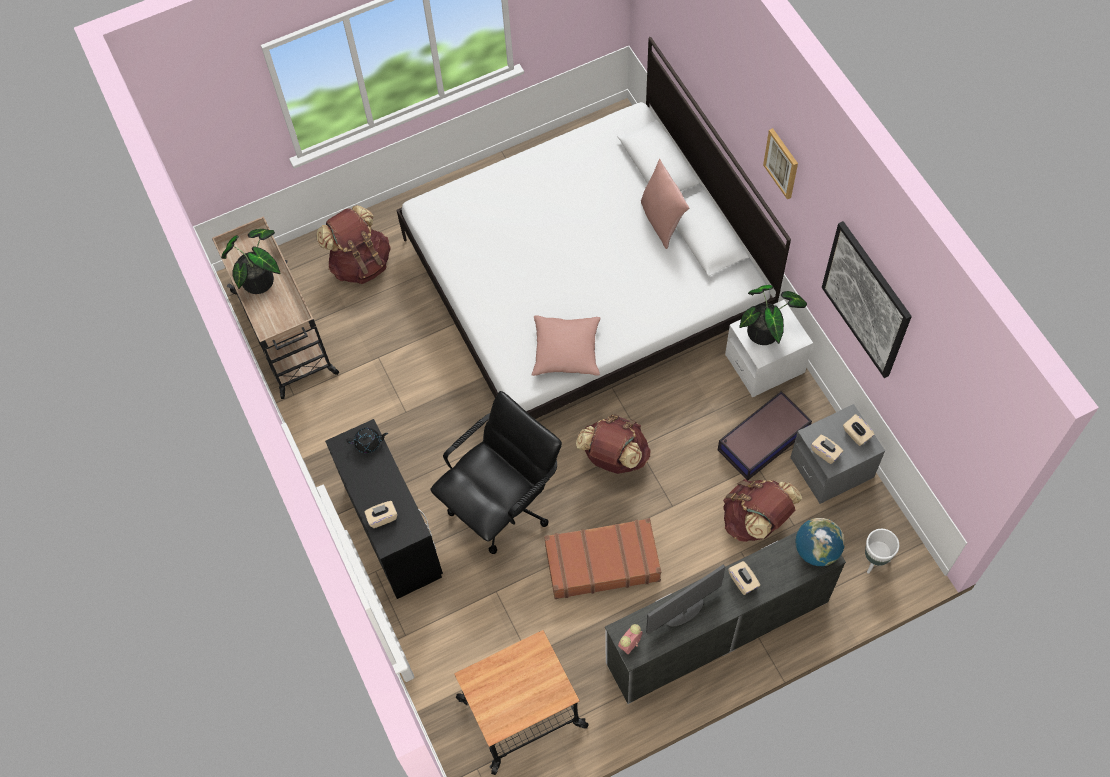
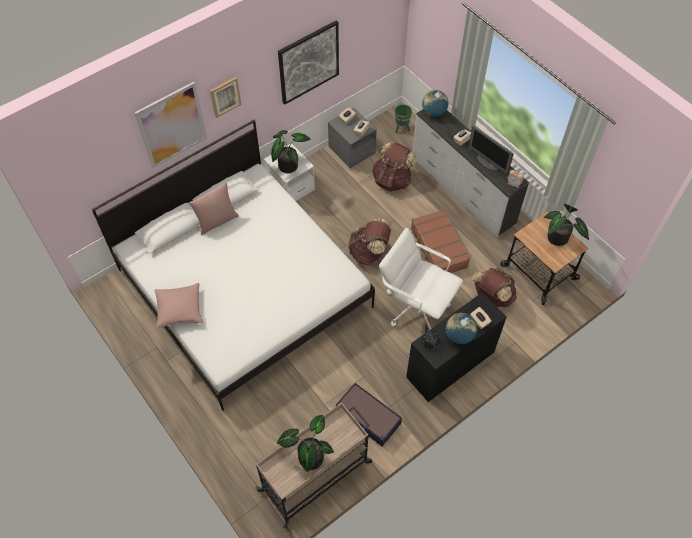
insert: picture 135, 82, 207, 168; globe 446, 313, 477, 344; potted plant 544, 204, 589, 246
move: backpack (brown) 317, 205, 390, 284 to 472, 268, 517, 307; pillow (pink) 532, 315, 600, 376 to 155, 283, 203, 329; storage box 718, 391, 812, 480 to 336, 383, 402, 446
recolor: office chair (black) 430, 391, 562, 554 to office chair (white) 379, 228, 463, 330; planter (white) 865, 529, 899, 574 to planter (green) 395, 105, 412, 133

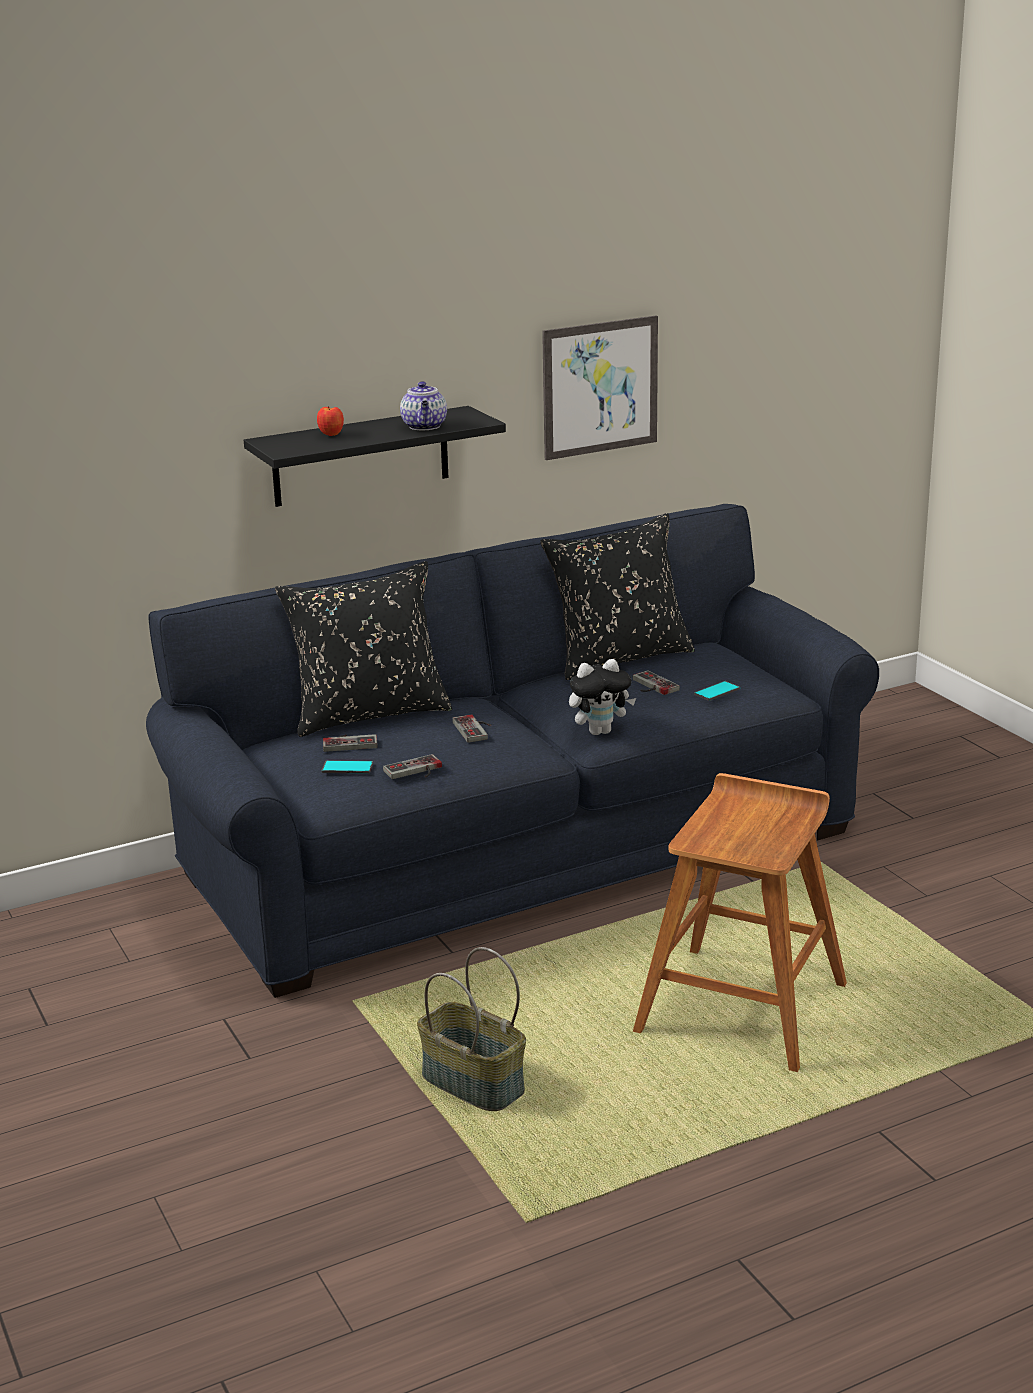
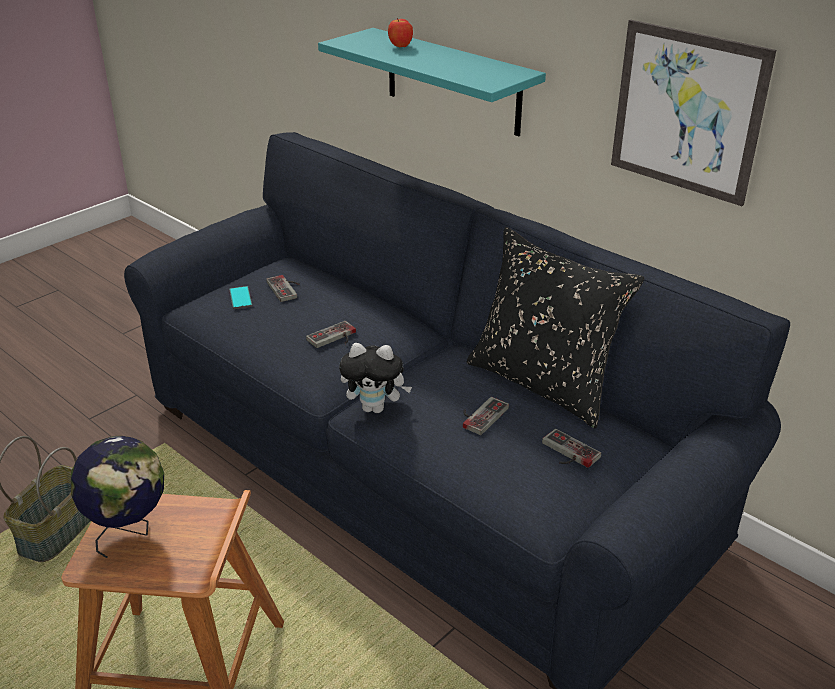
delete: pillow (black) 275, 561, 452, 737; teapot 400, 381, 447, 430; phone 694, 681, 740, 701
insert: globe 71, 436, 164, 558
move: game controller 383, 754, 442, 779 to 542, 429, 601, 468
recolor: shelf (black) 244, 406, 506, 507 to shelf (turquoise) 318, 28, 546, 136
rotate: plush toy 569, 659, 636, 735 = 339, 343, 412, 413 45 degrees counterclockwise

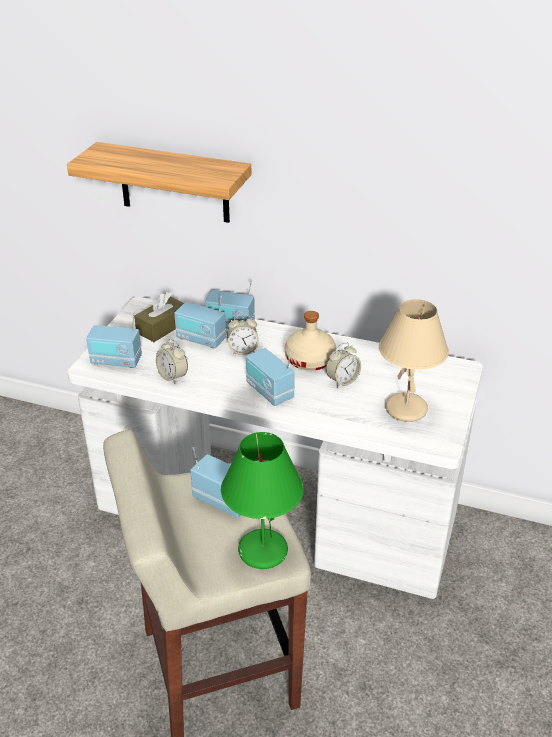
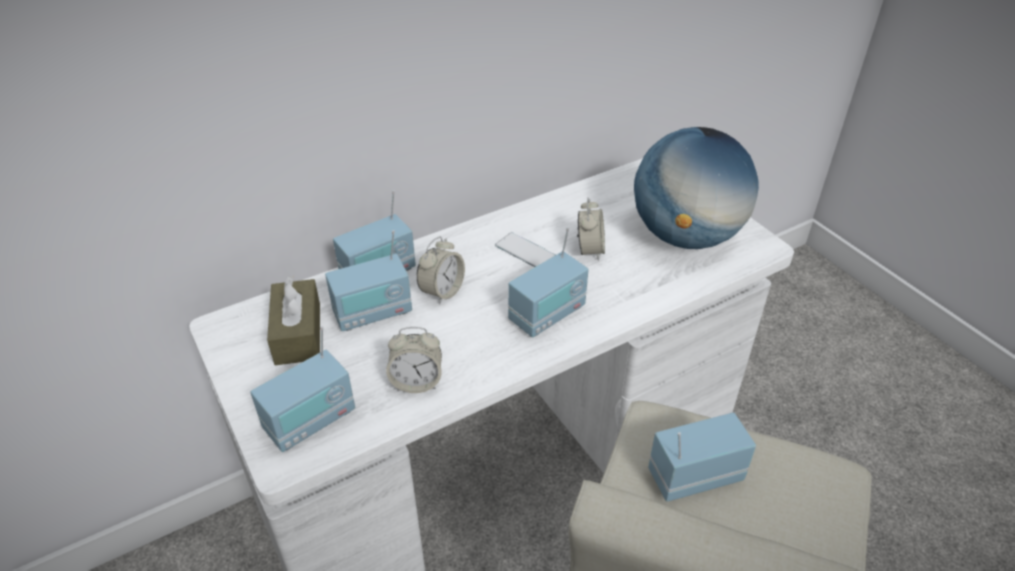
delete: shelf 67, 142, 251, 223; table lamp (green) 221, 432, 304, 569
replace: bottle (beige) 285, 311, 336, 371 to phone 495, 232, 555, 267; table lamp (beige) 379, 299, 449, 422 to globe 634, 127, 759, 249
rotate: radio 246, 348, 295, 406 = 508, 227, 589, 337 45 degrees counterclockwise

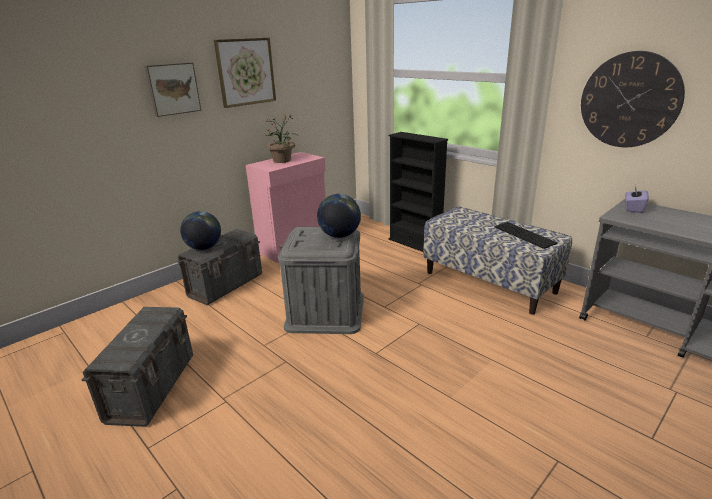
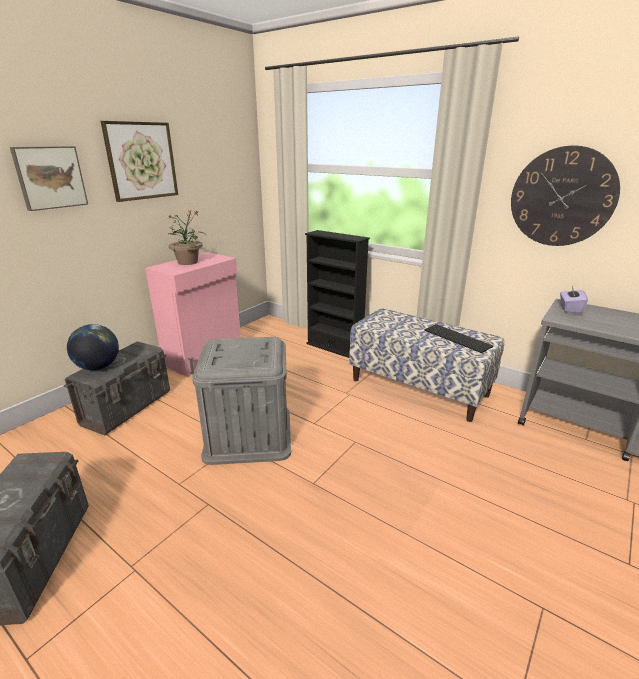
delete: globe 317, 194, 361, 238

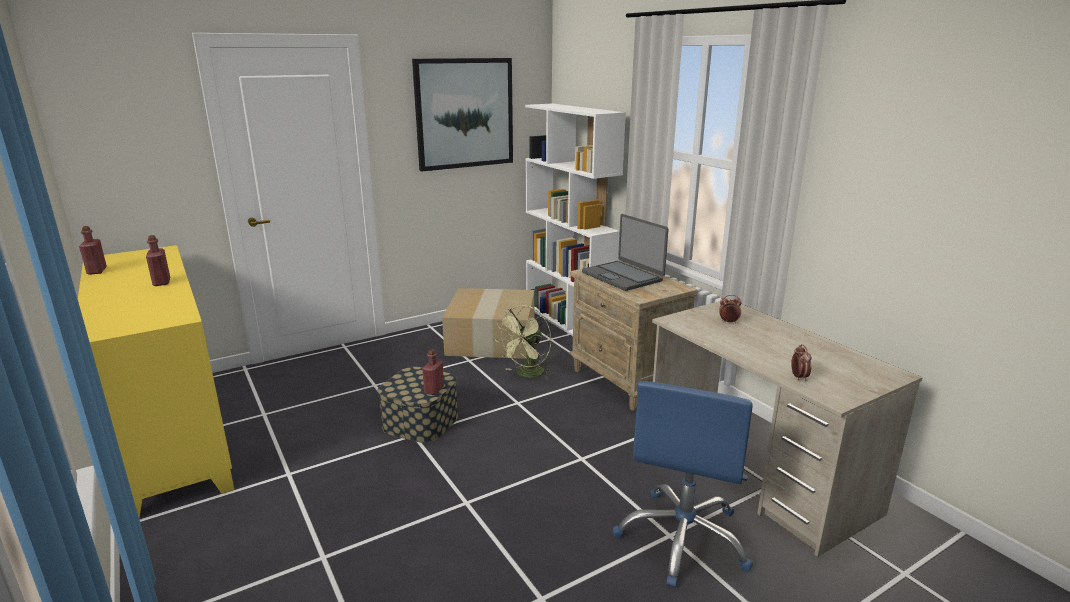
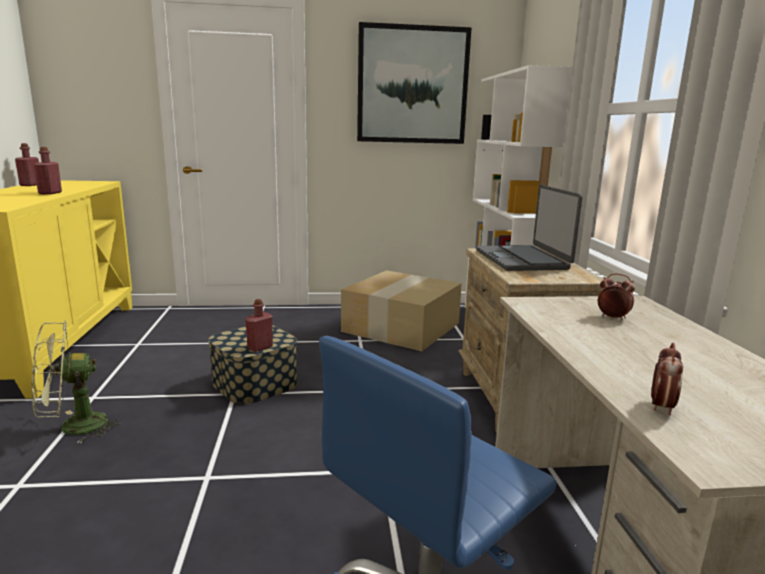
move: fan (green) 495, 305, 553, 379 to 32, 320, 122, 443

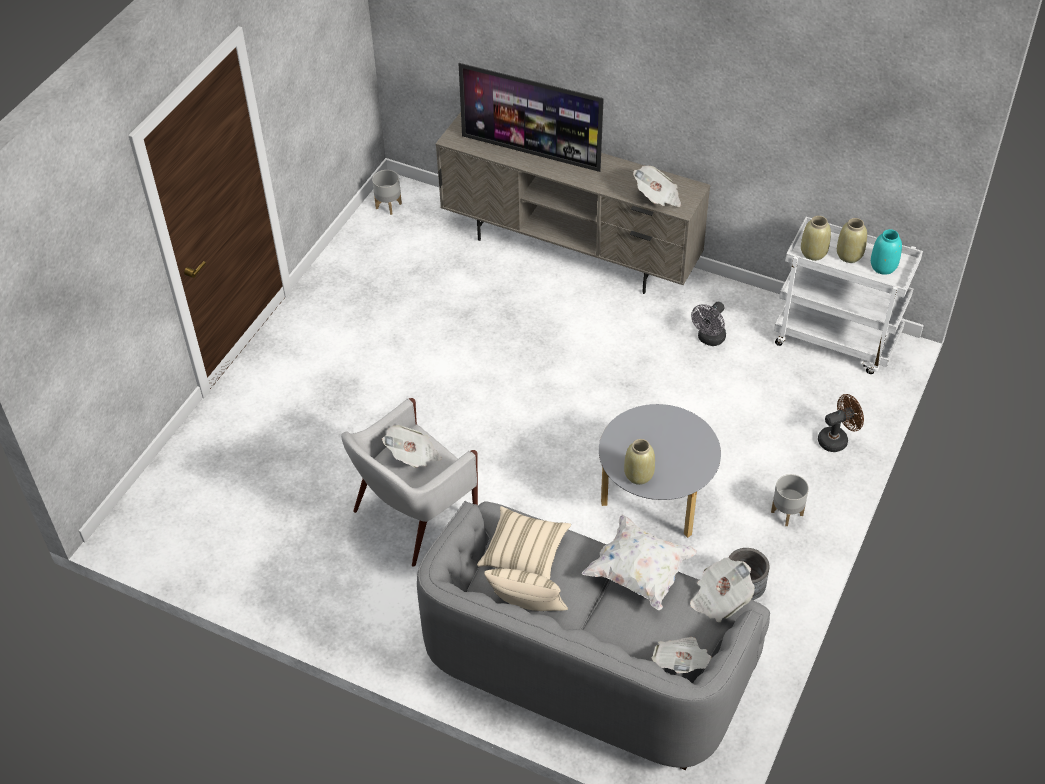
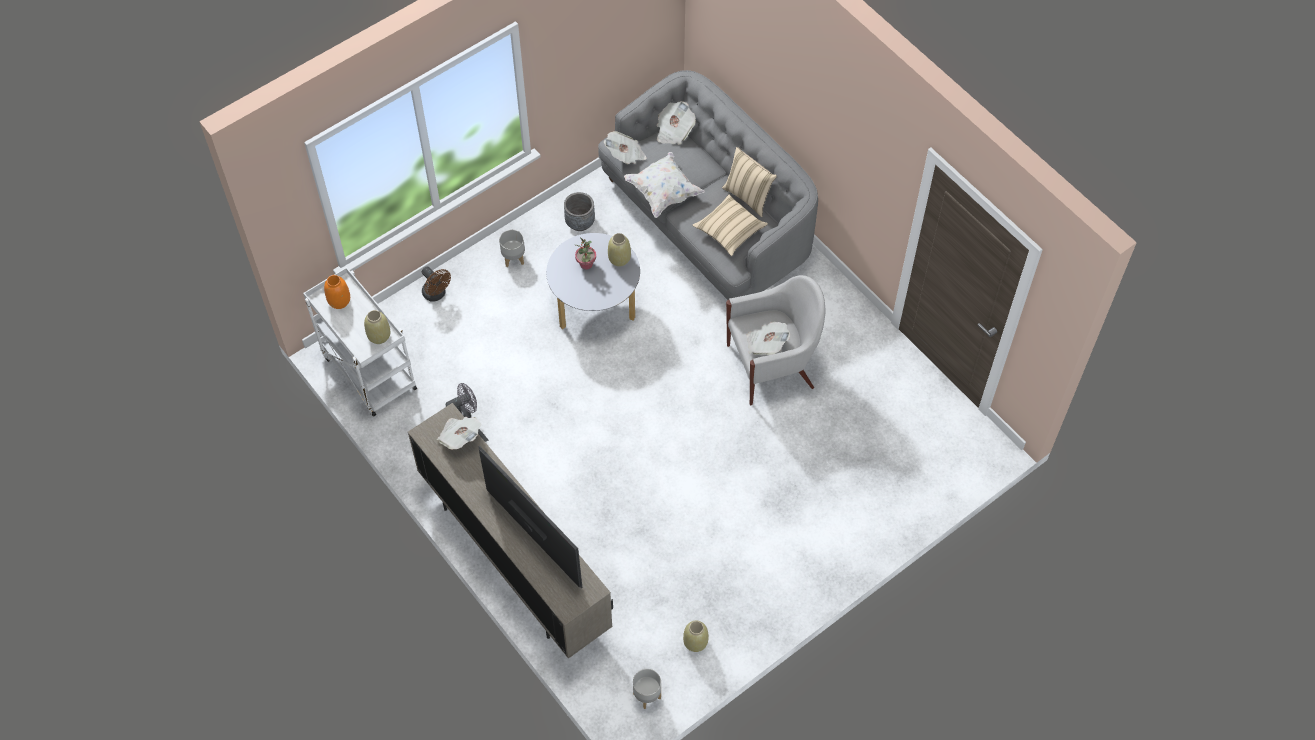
insert: potted plant 575, 237, 596, 270
move: vase (beige) 837, 218, 867, 263 to 683, 621, 709, 652
recolor: vase (turquoise) 871, 229, 902, 275 to vase (orange) 324, 275, 350, 309
rotate: fan (brown) 818, 394, 864, 452 = 422, 266, 451, 302 135 degrees counterclockwise

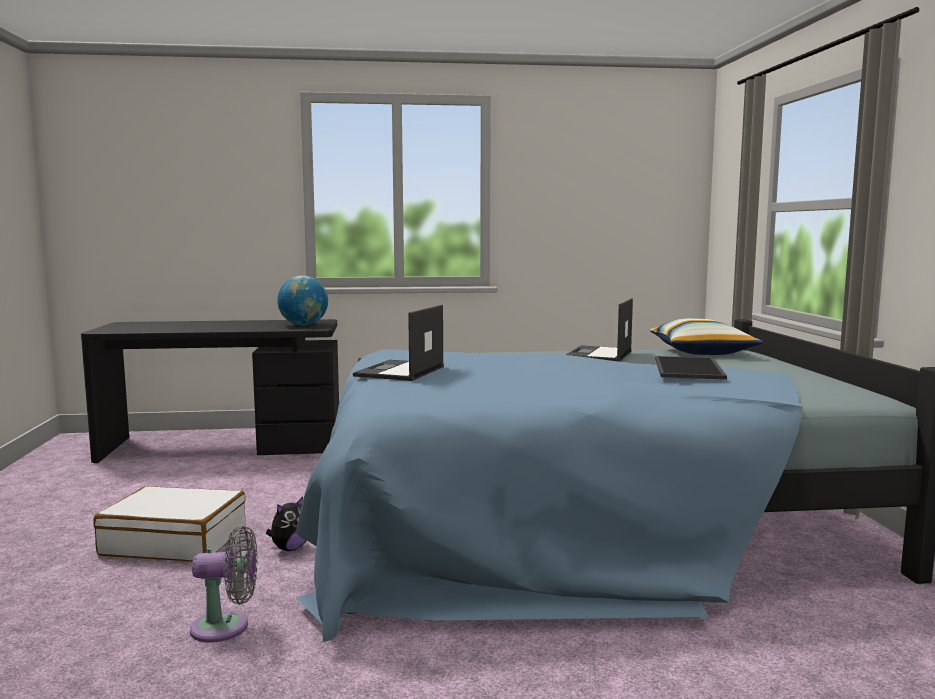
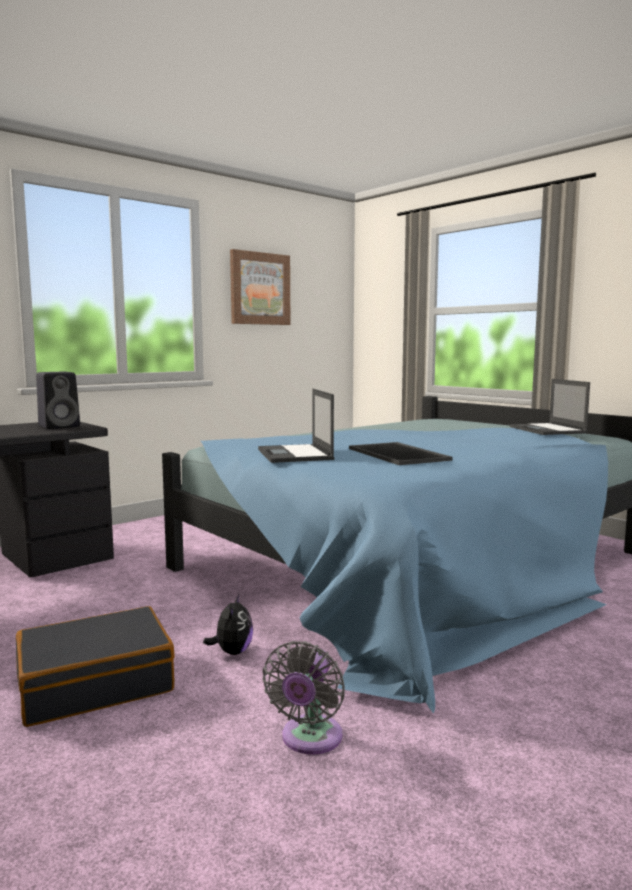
delete: pillow 650, 318, 763, 355
insert: picture 230, 249, 290, 325
move: laptop 566, 298, 633, 362 to 510, 379, 590, 435; tray 655, 356, 727, 380 to 349, 442, 452, 465
replace: globe 277, 276, 328, 325 to speaker (black) 36, 372, 80, 429
recolor: suitcase (white) 94, 486, 246, 561 to suitcase (black) 16, 606, 175, 727
rotate: fan (grey) 190, 526, 257, 643 = 262, 641, 345, 755 150 degrees clockwise

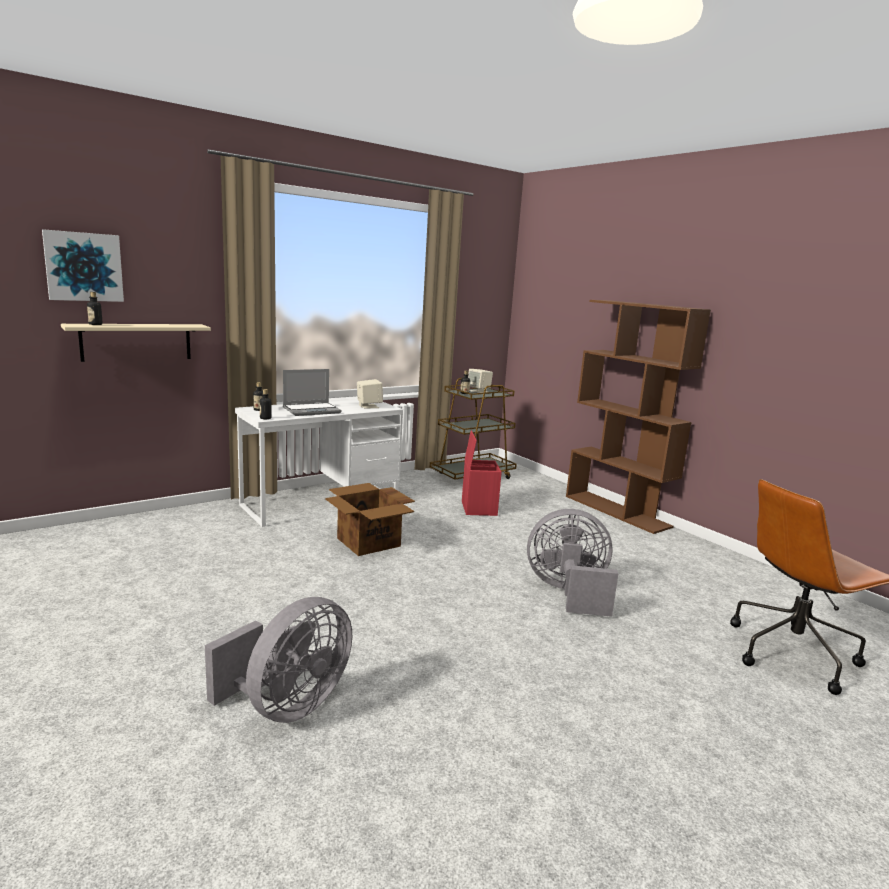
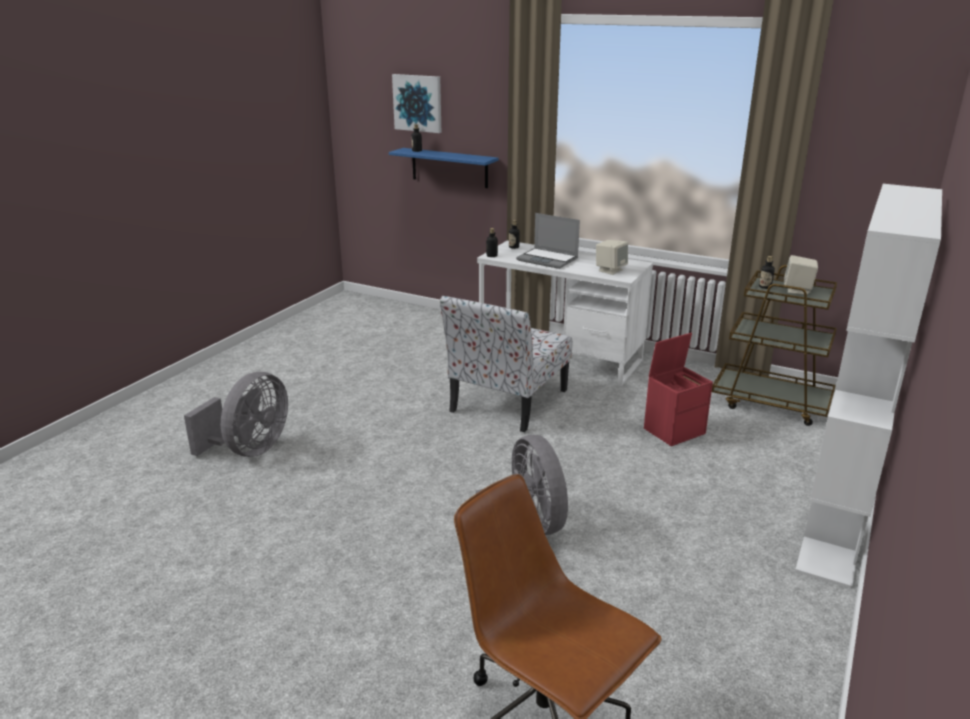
replace: cardboard box 325, 483, 415, 556 to chair 440, 295, 572, 432
recolor: shelf (beige) 61, 324, 211, 362 to shelf (blue) 389, 148, 498, 188; bookcase (brown) 566, 300, 711, 534 to bookcase (white) 795, 184, 942, 589
rotate: fan (grey) 205, 597, 352, 723 = 184, 372, 288, 457 75 degrees counterclockwise

